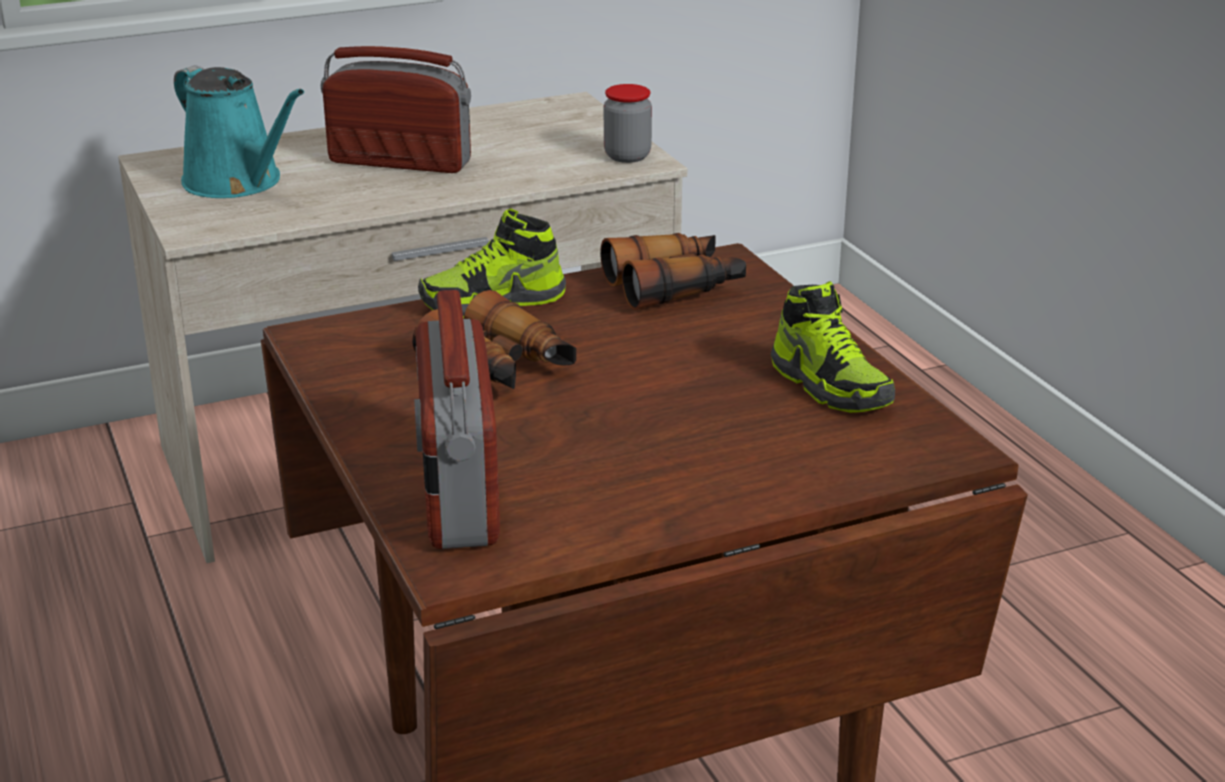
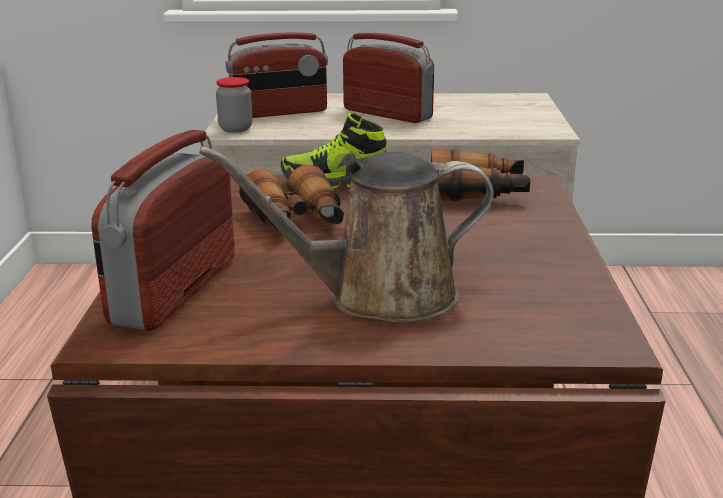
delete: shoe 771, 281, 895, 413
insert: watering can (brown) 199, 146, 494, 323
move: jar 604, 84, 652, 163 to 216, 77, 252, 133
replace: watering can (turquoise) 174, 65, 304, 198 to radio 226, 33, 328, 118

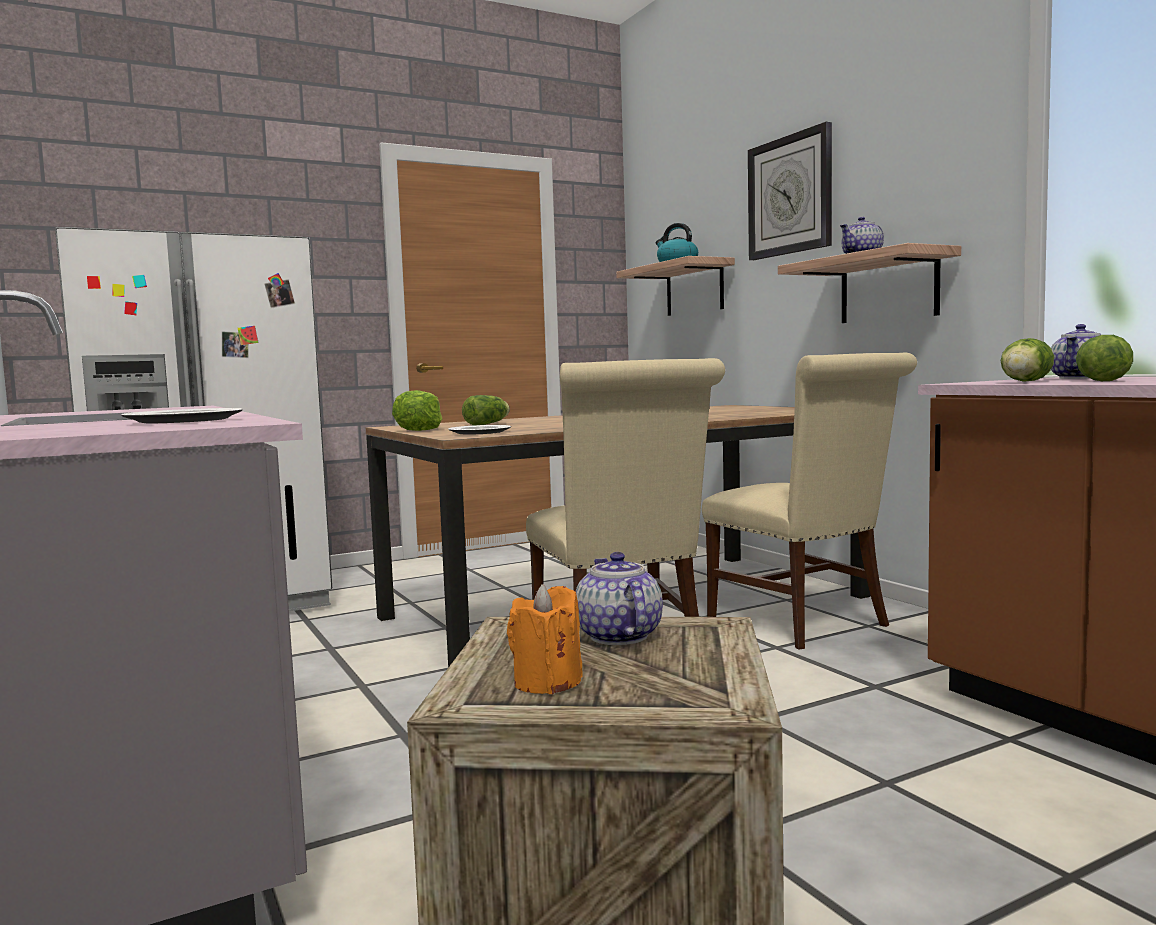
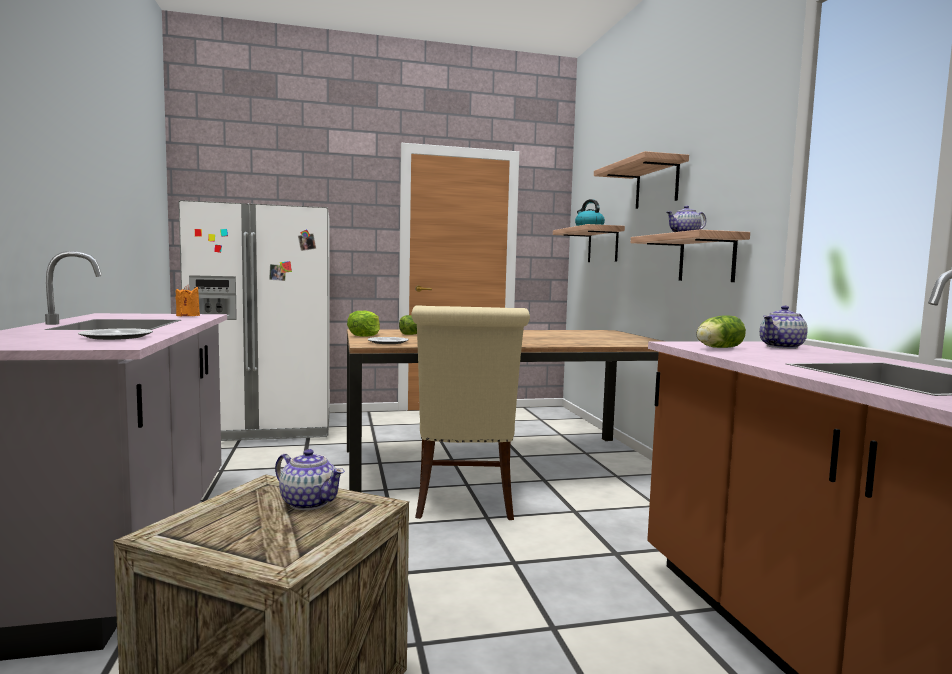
delete: chair (beige) 702, 353, 917, 650; lettuce 1076, 335, 1133, 381
move: candle (orange) 507, 584, 583, 694 to 175, 284, 200, 316
replace: wall clock 748, 122, 832, 260 to shelf 594, 151, 689, 209
rotate: teapot 576, 552, 663, 645 = 275, 449, 345, 510 120 degrees clockwise

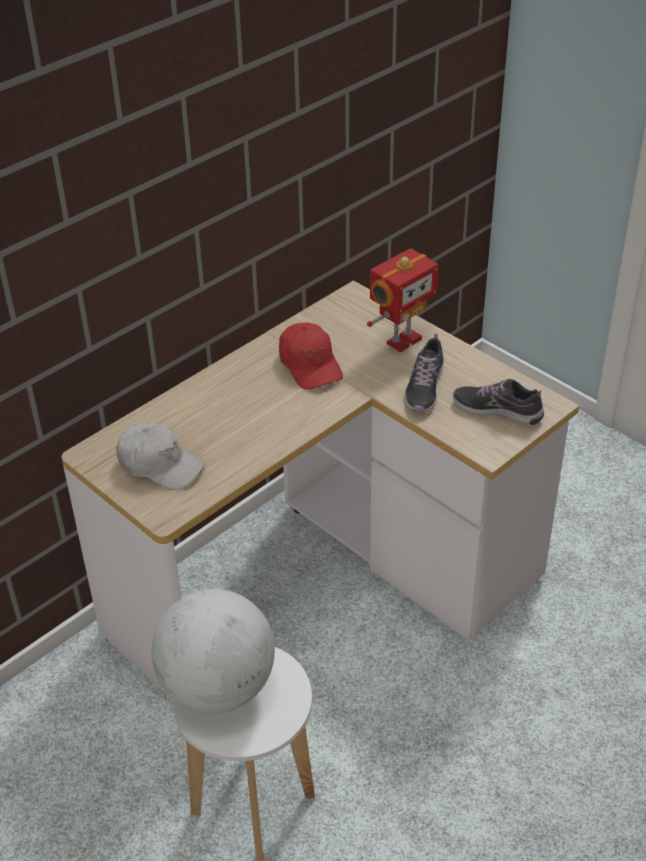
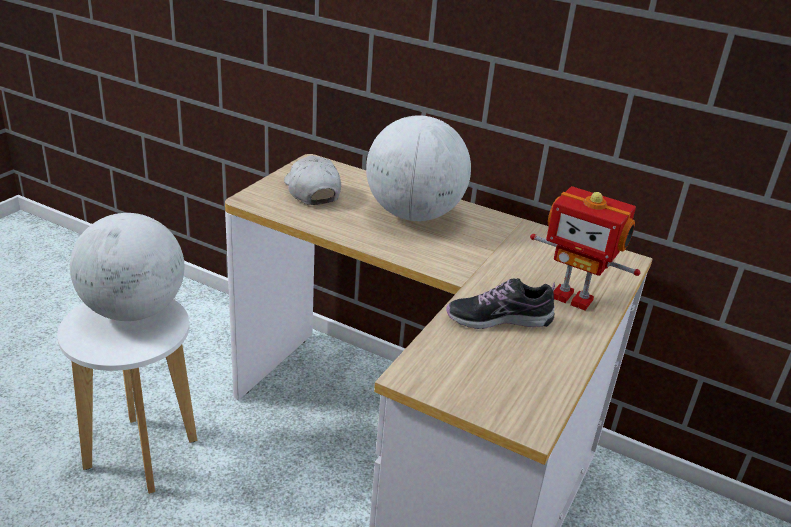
delete: cap (red) 279, 323, 343, 390; shoe 453, 379, 544, 425
insert: globe 366, 115, 471, 221
rotate: cap (white) 116, 422, 205, 490 = 284, 155, 341, 205 150 degrees clockwise

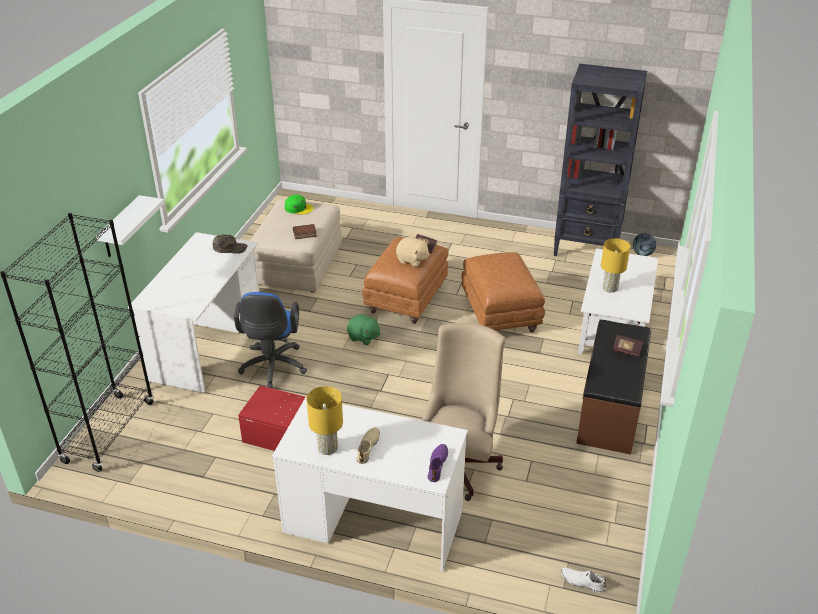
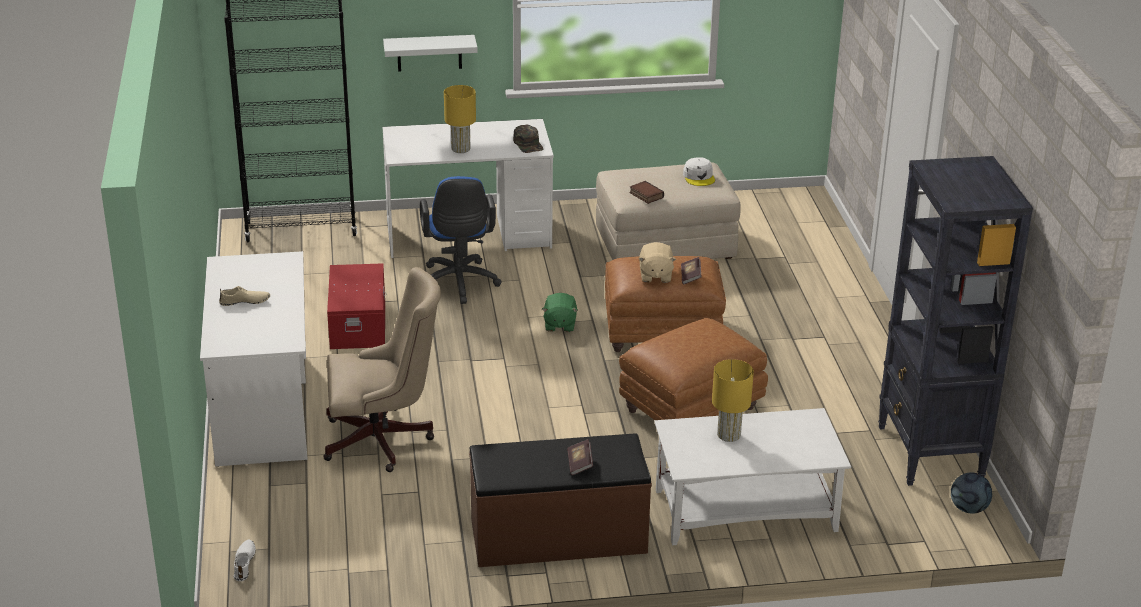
delete: shoe (purple) 428, 444, 448, 482
move: table lamp (yellow) 307, 386, 343, 455 to 444, 85, 476, 153
recolor: cap (green) 285, 194, 313, 215 to cap (white) 683, 157, 715, 186
rotate: office chair (blue) 234, 292, 307, 388 = 420, 176, 502, 304 75 degrees counterclockwise

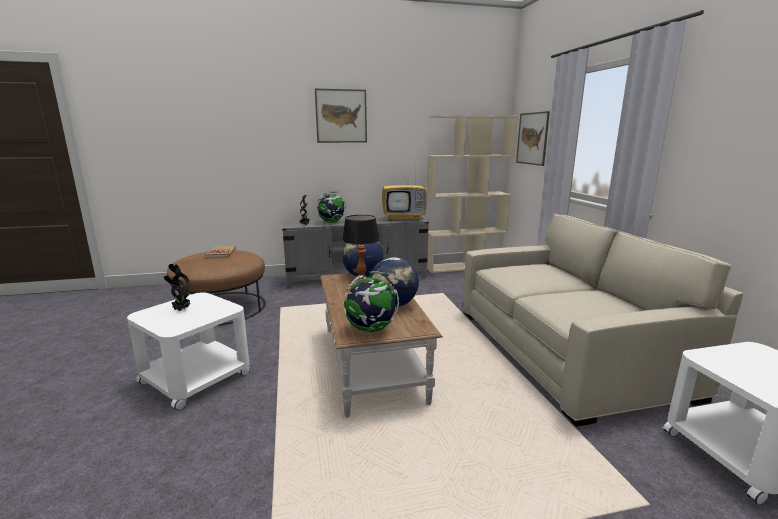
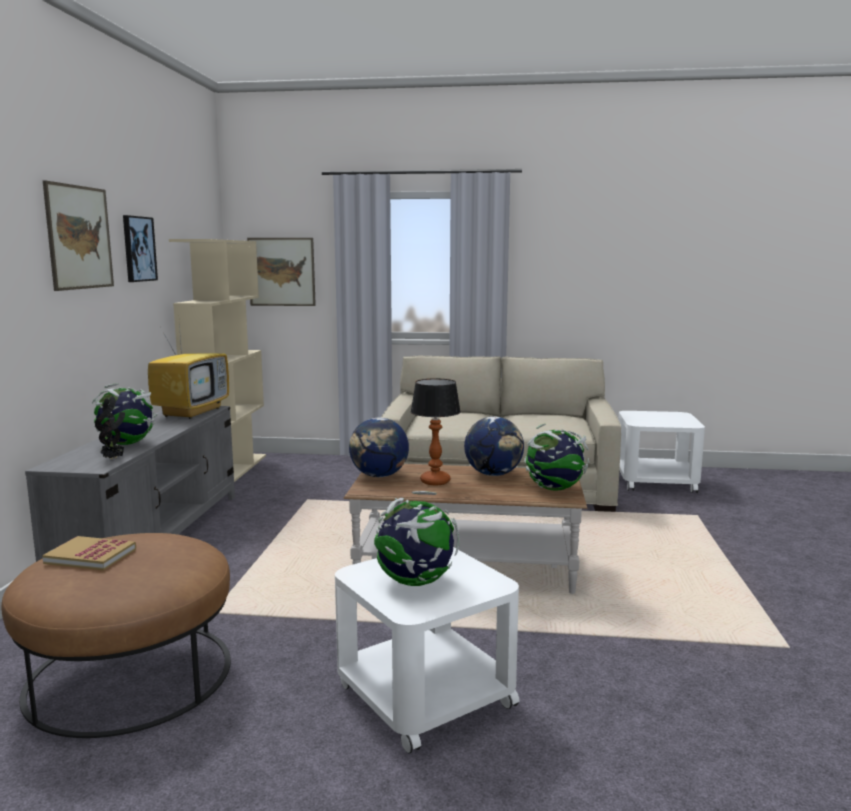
insert: picture 123, 215, 158, 282
replace: potted plant 164, 264, 190, 311 to globe 374, 491, 460, 586

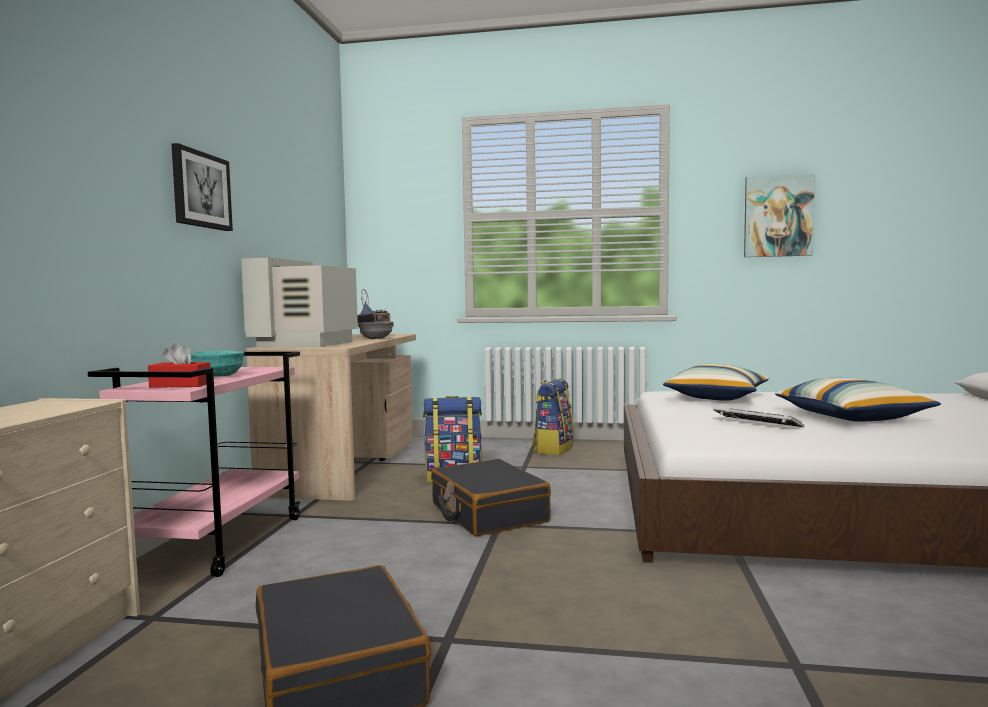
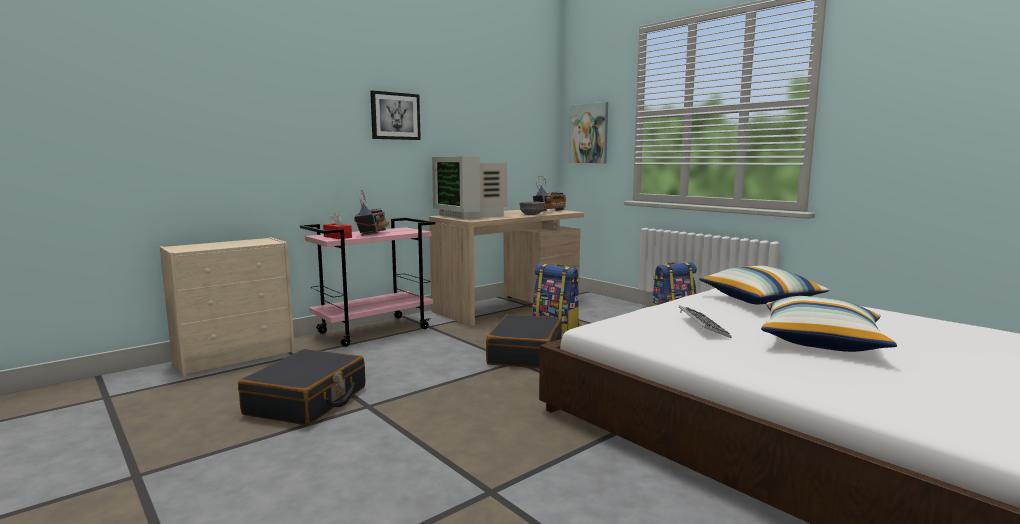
move: picture 744, 174, 815, 257 to 569, 102, 608, 163
replace: bowl (turquoise) 190, 351, 244, 377 to radio 354, 190, 389, 236
rotate: monitor 241, 258, 358, 347 = 432, 157, 507, 219 90 degrees counterclockwise

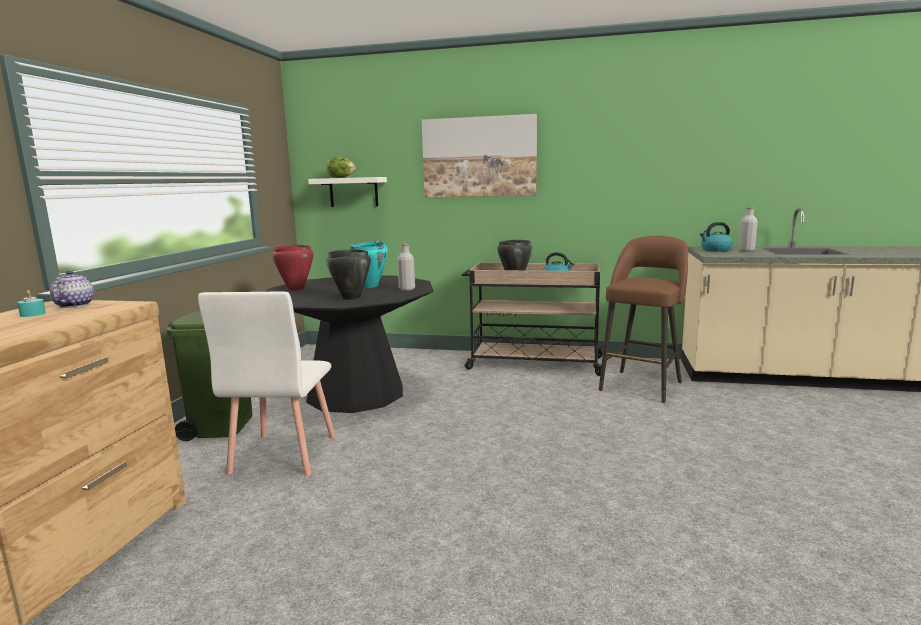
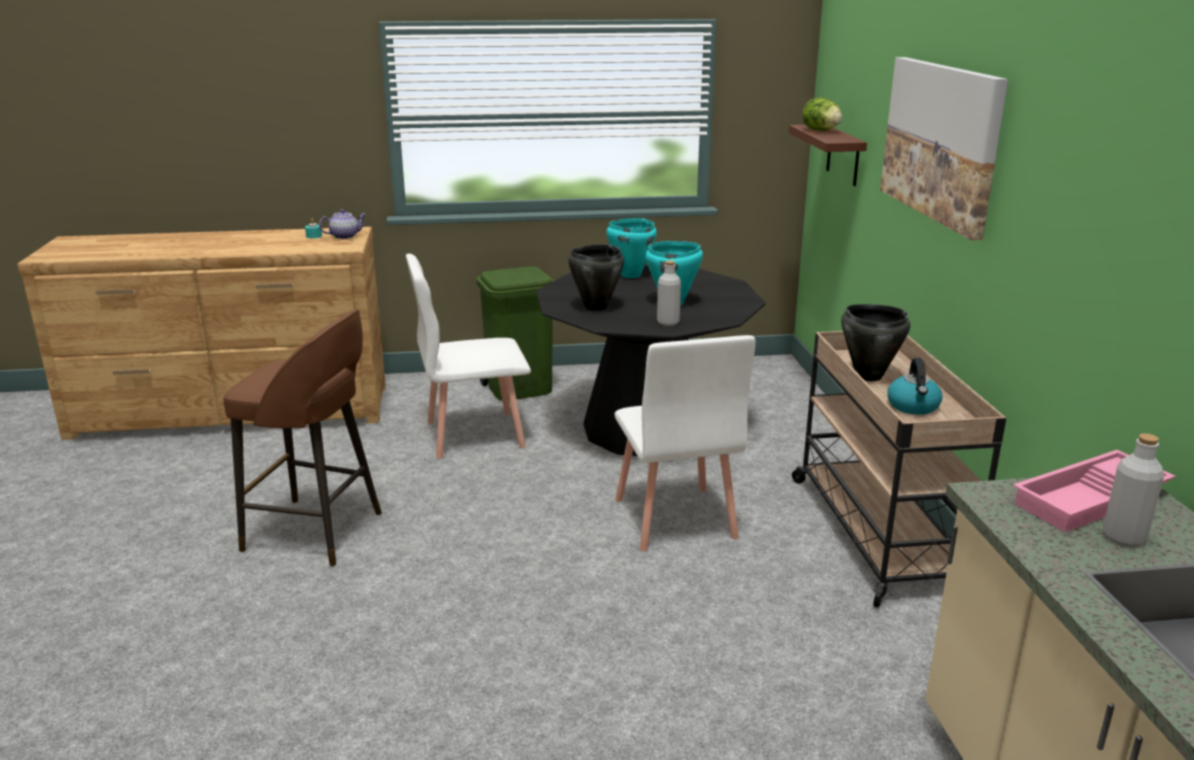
insert: chair (white) 615, 335, 756, 552
move: stool (brown) 599, 236, 688, 403 to 223, 309, 382, 566
replace: kettle 700, 222, 733, 251 to tray (pink) 1013, 450, 1176, 532
recolor: cooking pot (red) 272, 245, 313, 291 to cooking pot (turquoise) 606, 218, 657, 278; shelf (white) 308, 177, 387, 207 to shelf (brown) 789, 125, 867, 186

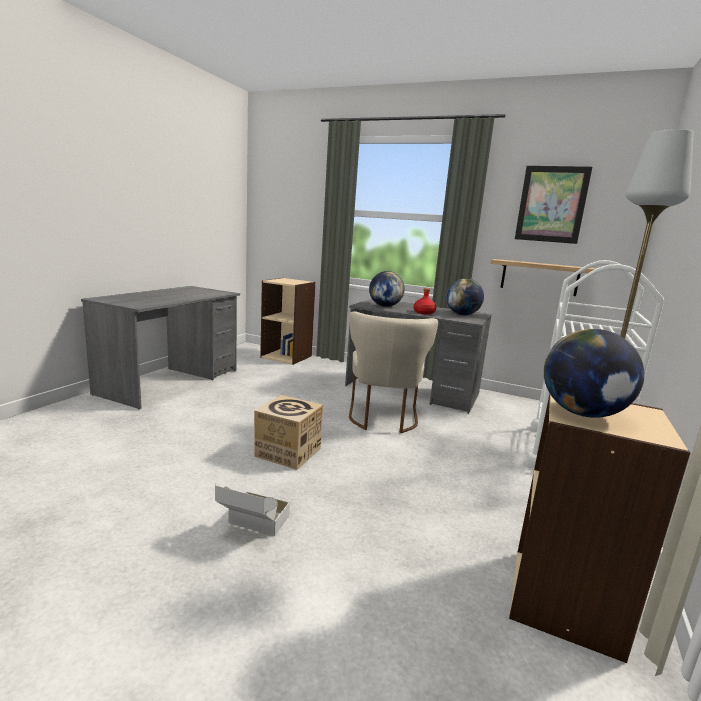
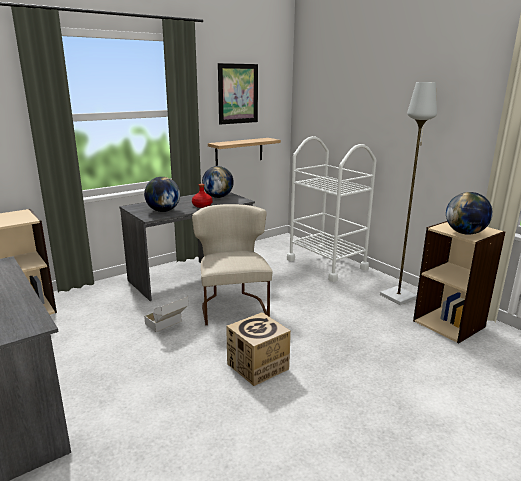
move: cardboard box 215, 483, 290, 536 to 144, 296, 188, 332
rotate: chair (beige) 349, 311, 438, 433 = 192, 204, 273, 325 135 degrees counterclockwise

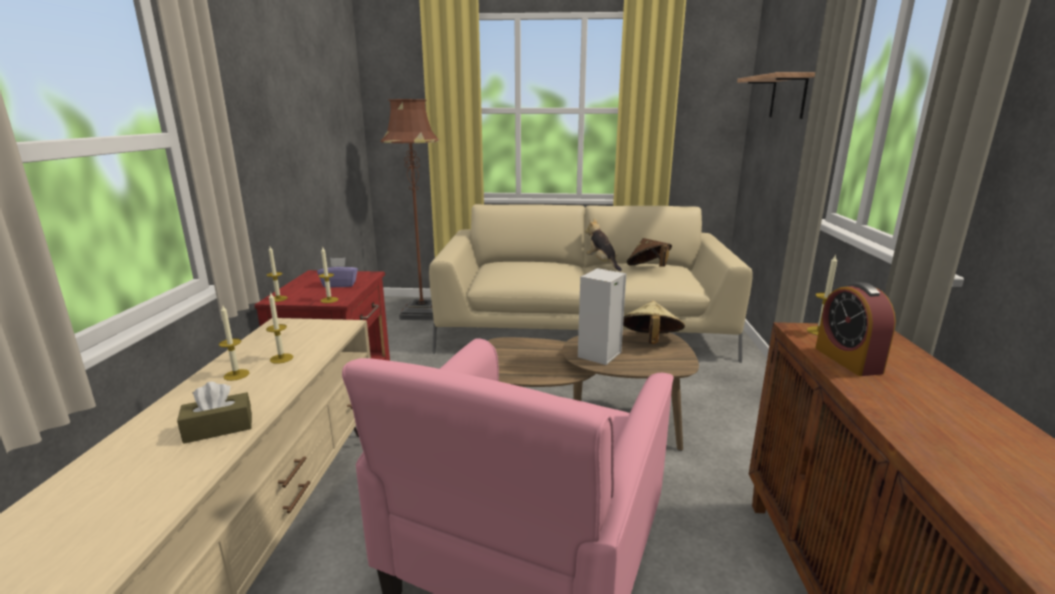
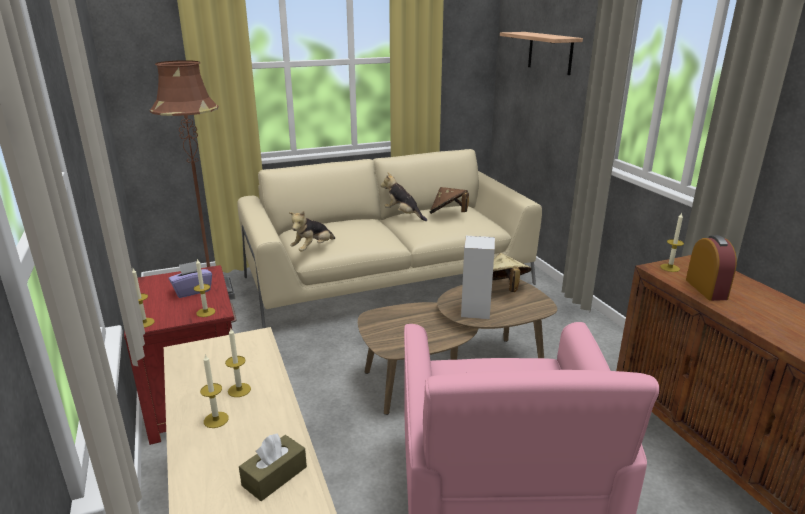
insert: plush toy 289, 211, 335, 252
rotate: alarm clock 815, 282, 896, 376 = 686, 235, 737, 301 150 degrees counterclockwise

